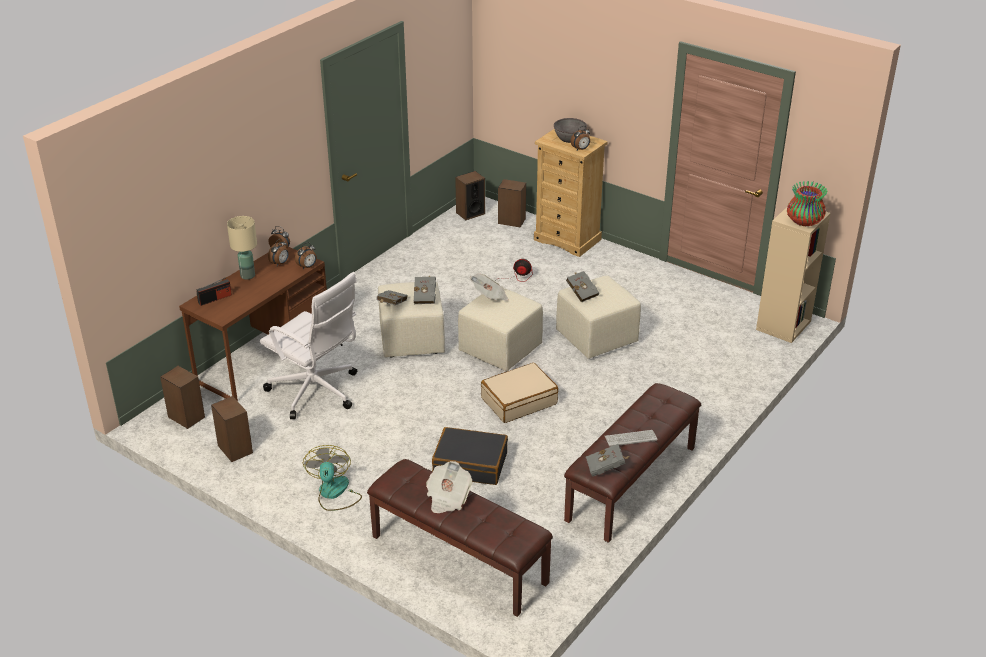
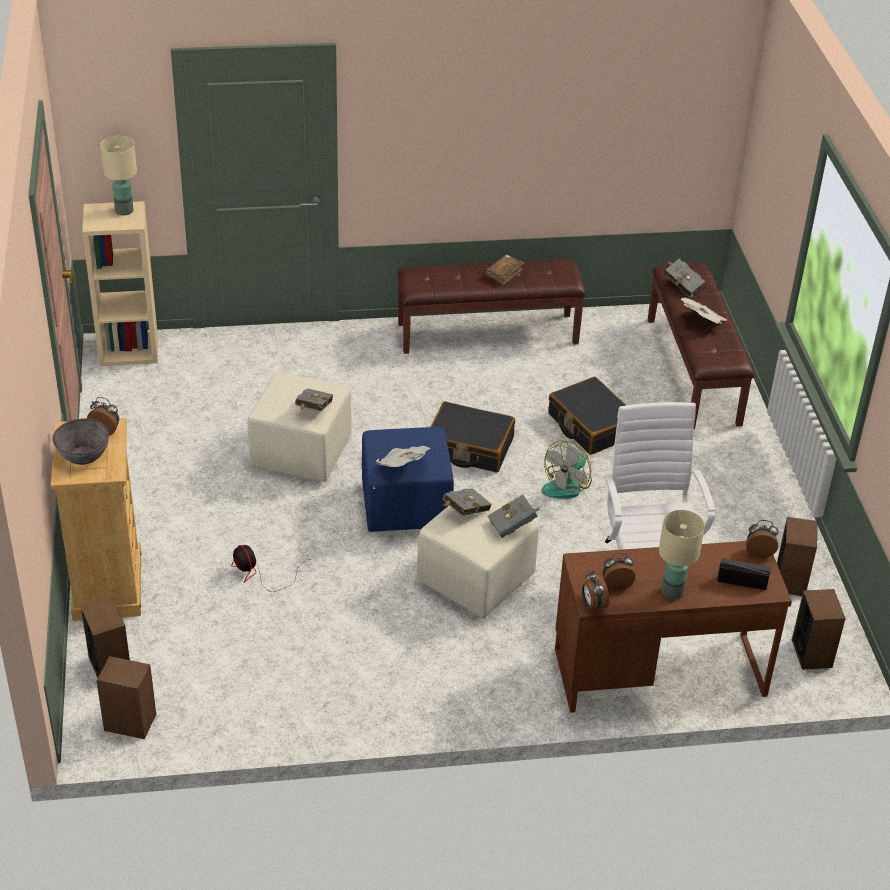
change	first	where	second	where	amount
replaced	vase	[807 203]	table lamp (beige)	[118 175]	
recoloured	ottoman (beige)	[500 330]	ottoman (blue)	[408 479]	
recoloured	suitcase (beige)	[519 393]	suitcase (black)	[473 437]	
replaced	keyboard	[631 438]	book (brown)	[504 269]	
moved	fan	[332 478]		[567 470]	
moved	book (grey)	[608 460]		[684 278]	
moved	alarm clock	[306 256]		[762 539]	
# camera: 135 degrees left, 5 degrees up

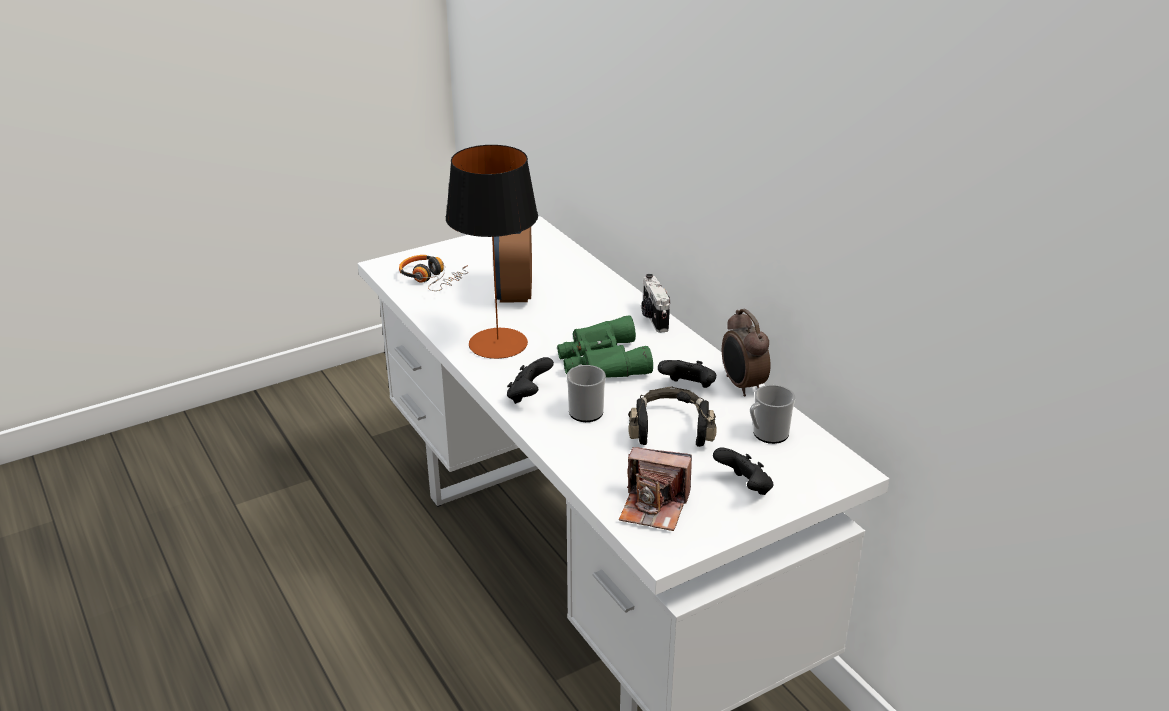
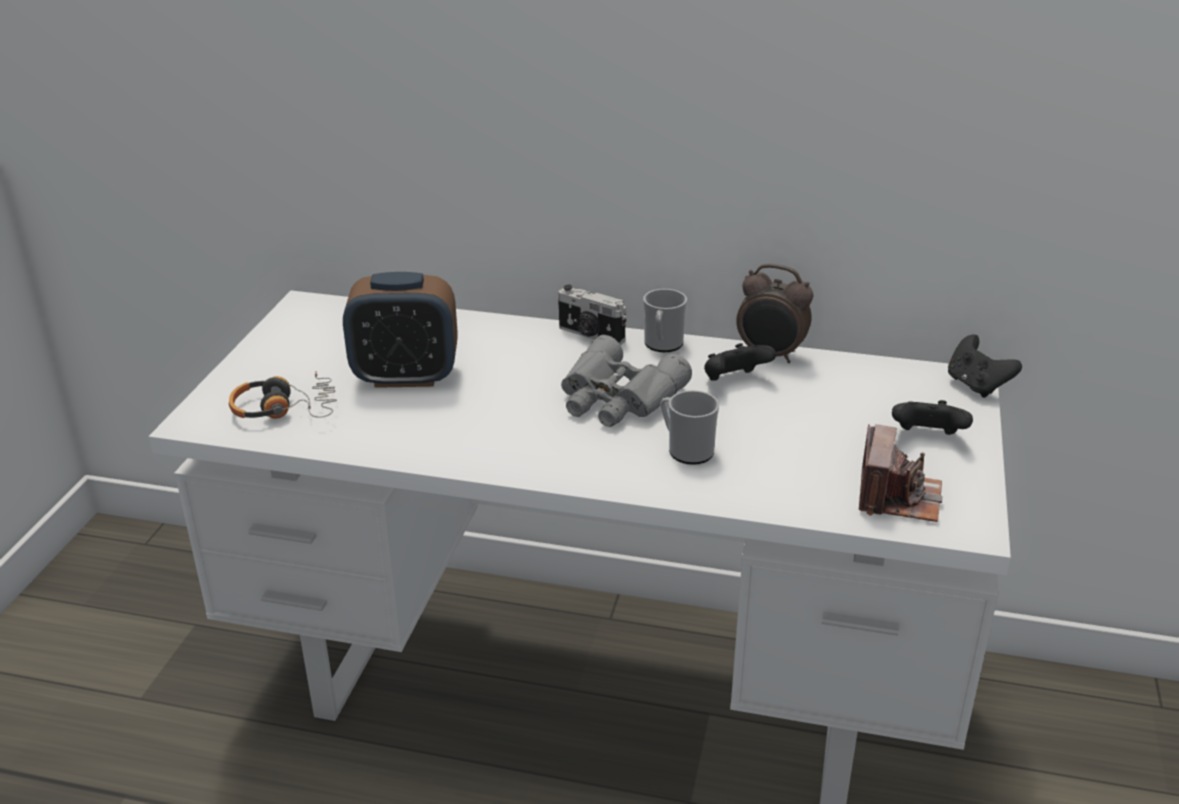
change	first	where	second	where	amount
turned	alarm clock	[512 265]		[400 330]	45 degrees counterclockwise
recoloured	binoculars (green)	[605 346]	binoculars (grey)	[626 381]	
moved	mug	[772 414]		[665 320]	
turned	photo camera	[655 489]		[900 473]	45 degrees counterclockwise
moved	game controller (black)	[530 380]		[985 366]	
removed	table lamp	[492 252]			
removed	headphones (black)	[672 417]			
# camera: 45 degrees left, 0 degrees up

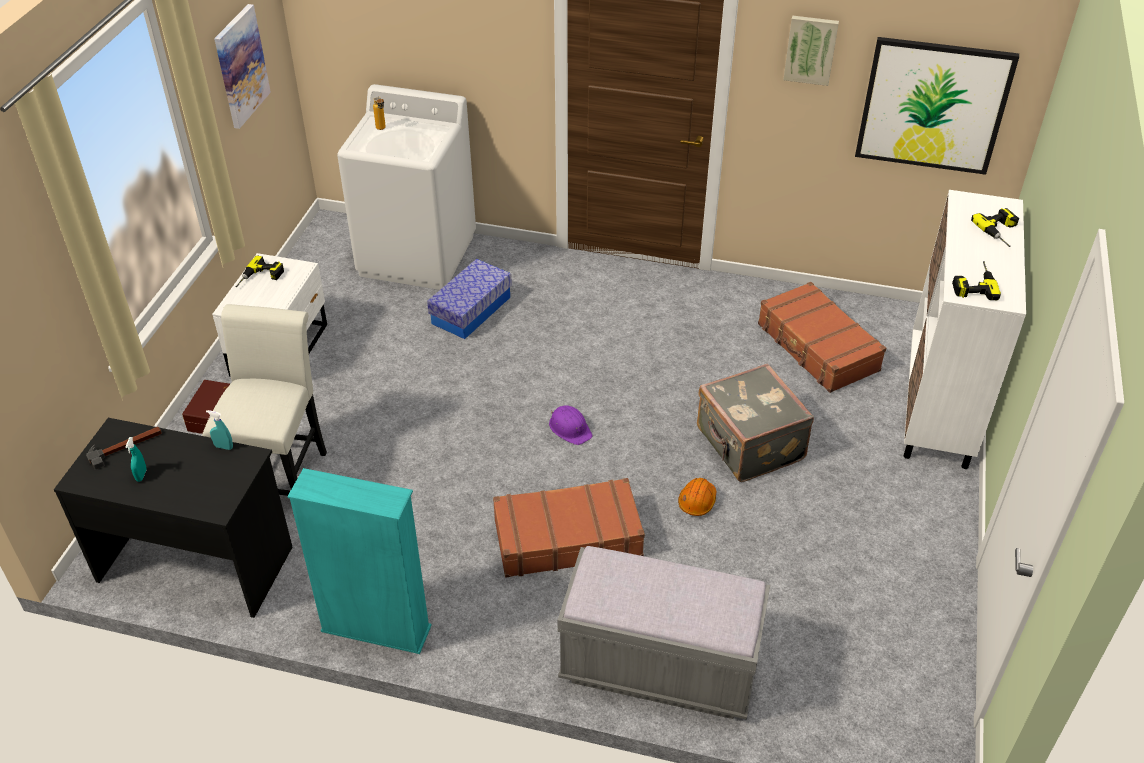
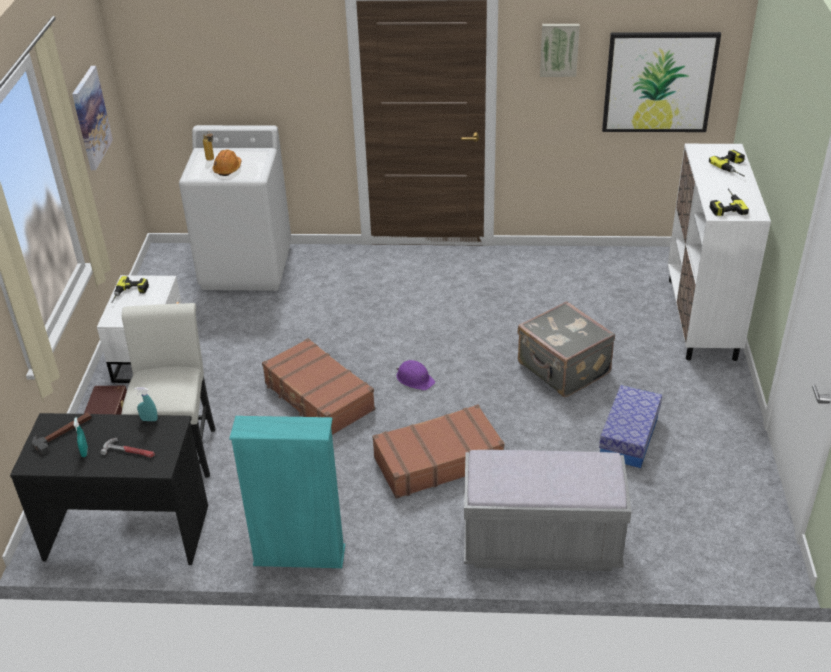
change	first	where	second	where	amount
added			hammer	[127 448]	
moved	hard hat (orange)	[697 497]		[226 162]	
moved	suitcase (brown)	[822 337]		[318 386]	
moved	storage box	[469 299]		[630 426]	
# camera: 10 degrees left, 5 degrees down

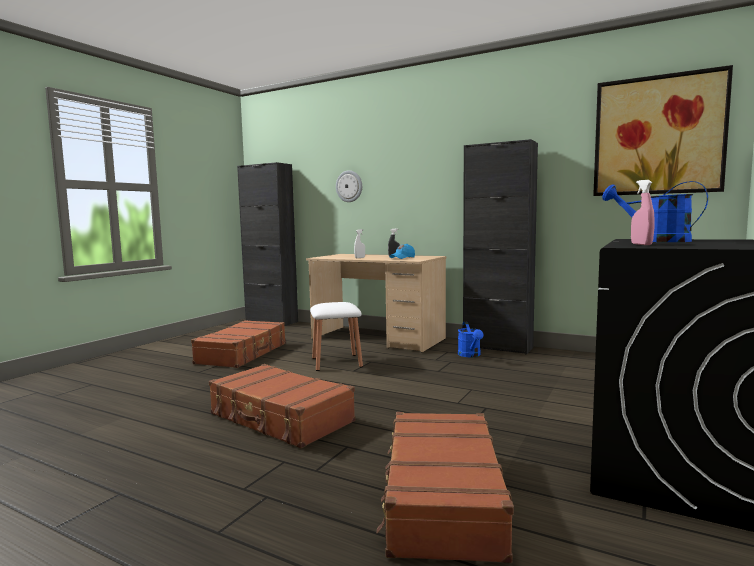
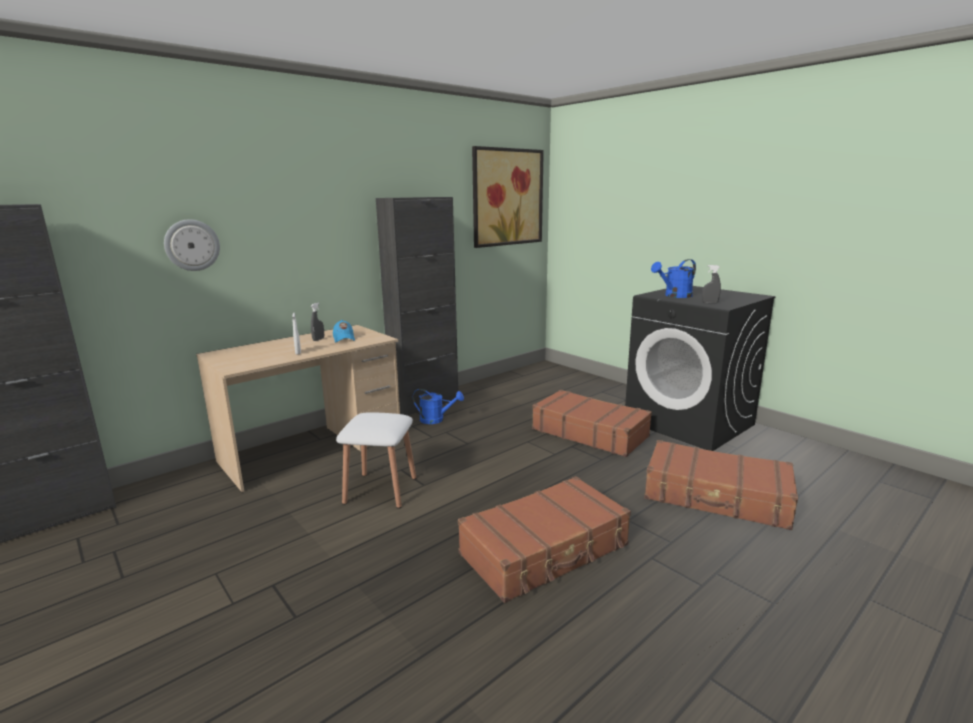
change	first	where	second	where	amount
moved	suitcase (brown)	[238 344]		[592 423]	
recoloured	spray bottle (pink)	[643 212]	spray bottle (grey)	[711 284]	
# camera: 70 degrees left, 10 degrees up

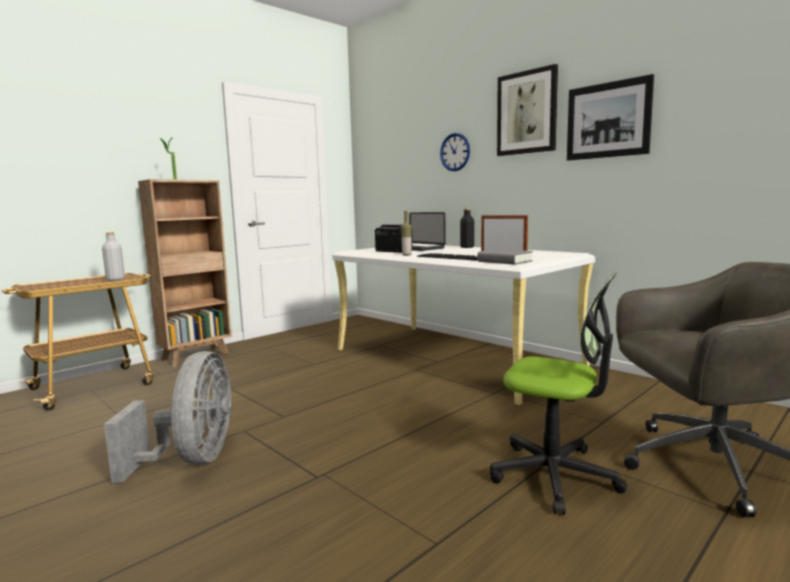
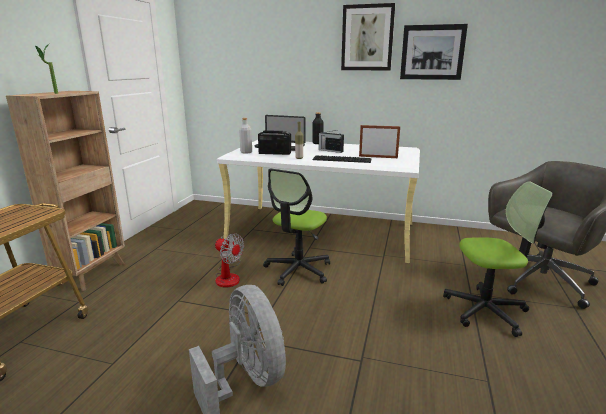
change	first	where	second	where	amount
added			fan	[229 260]	
moved	bottle (grey)	[113 256]		[245 136]	
added			office chair	[296 227]	
added			radio	[331 141]	
removed	wall clock	[455 152]			
removed	book (grey)	[505 257]			
# camera: 30 degrees left, 10 degrees up

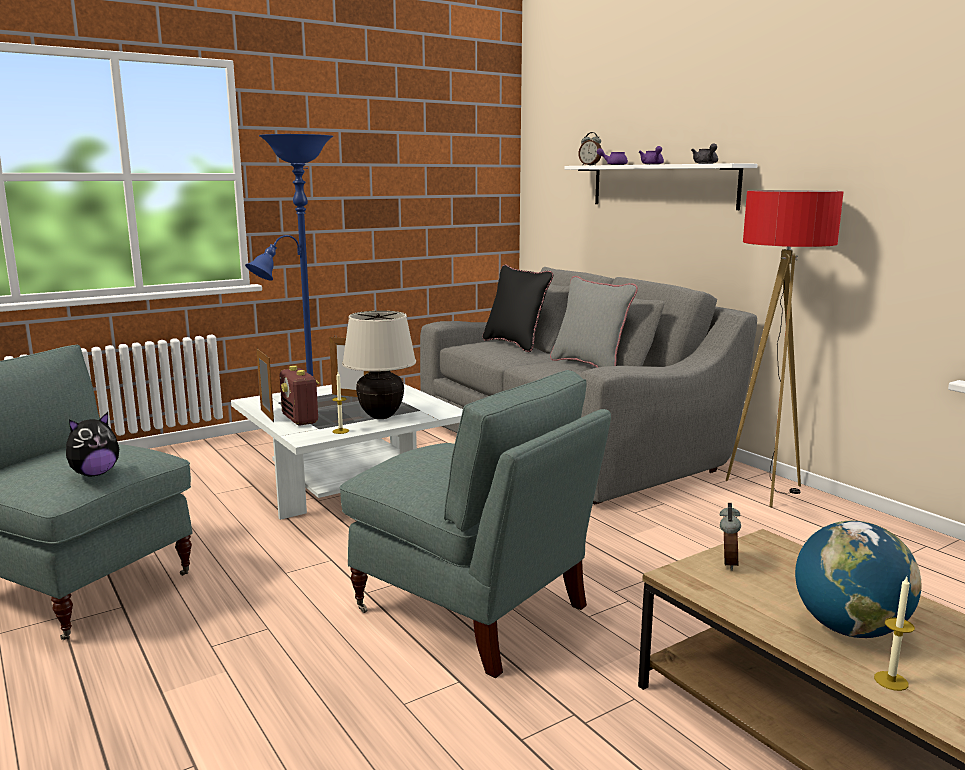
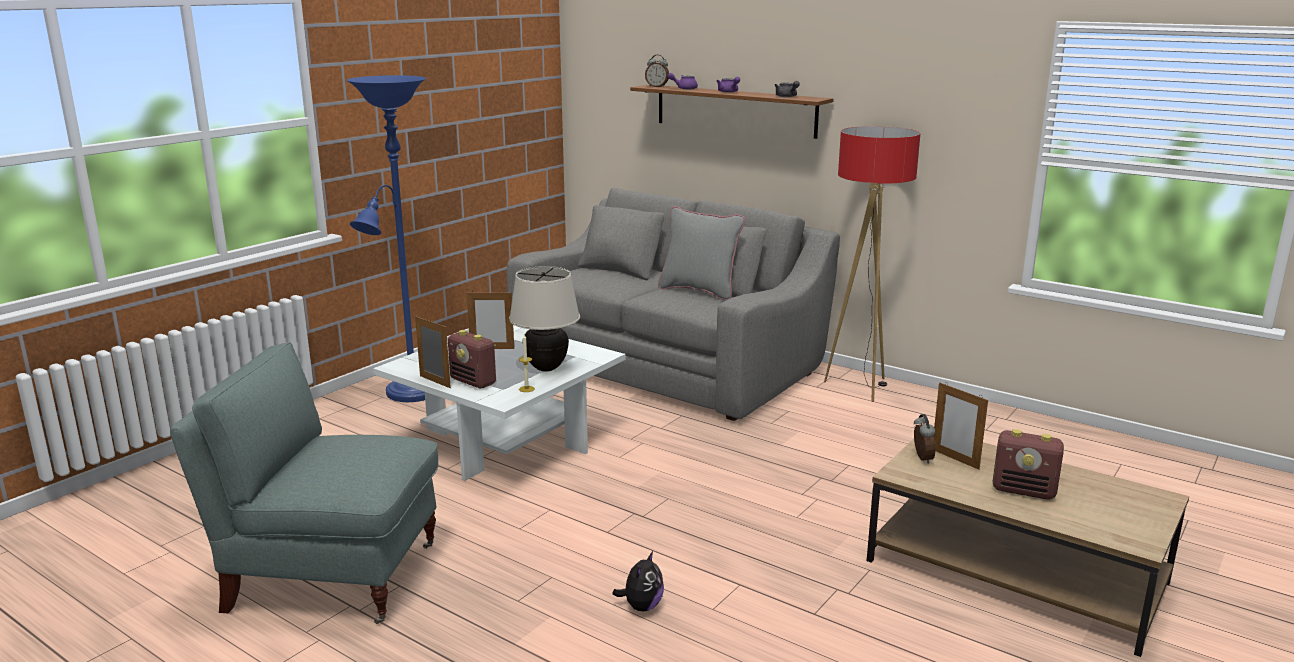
change	first	where	second	where	amount
moved	plush toy	[92 444]		[638 581]	
recoloured	shelf (white)	[661 186]	shelf (brown)	[732 112]	
added			picture frame	[961 426]	
replaced	globe	[858 579]	radio	[1028 464]	
removed	armchair (grey)	[475 524]			
removed	pillow (black)	[518 308]			
removed	candle	[894 634]			
# camera: 20 degrees left, 5 degrees up

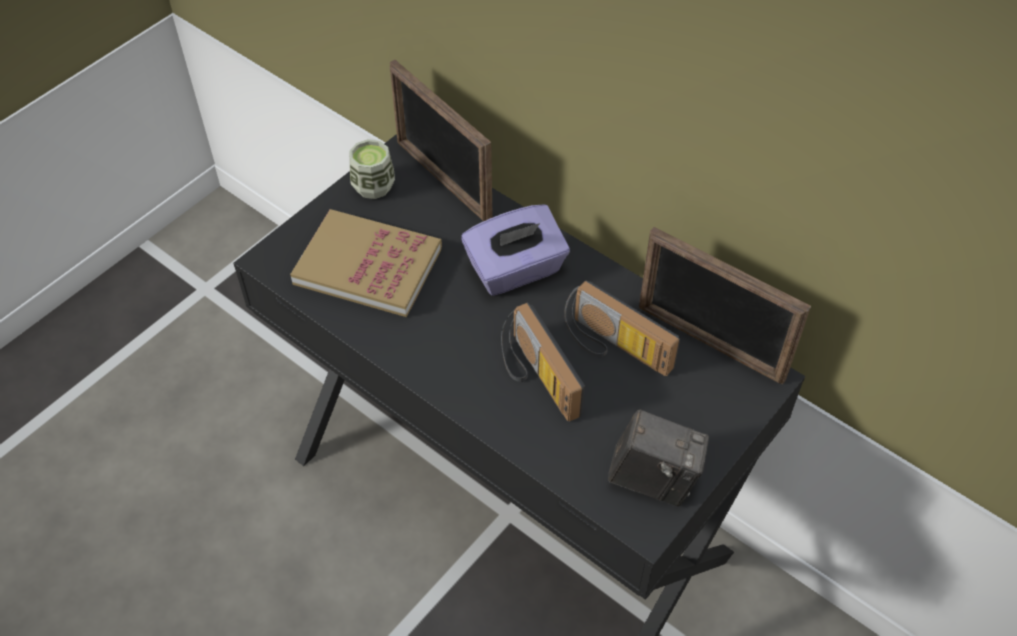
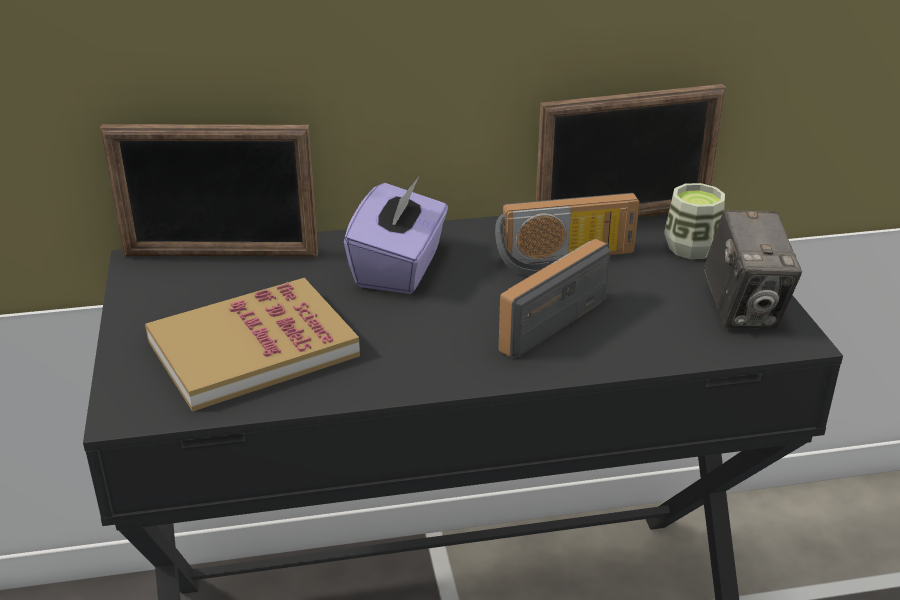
change	first	where	second	where	amount
turned	radio	[543 362]		[554 298]	120 degrees clockwise
moved	cup	[372 169]		[694 221]	
turned	photo camera	[658 457]		[752 269]	120 degrees clockwise
# camera: 50 degrees left, 20 degrees down

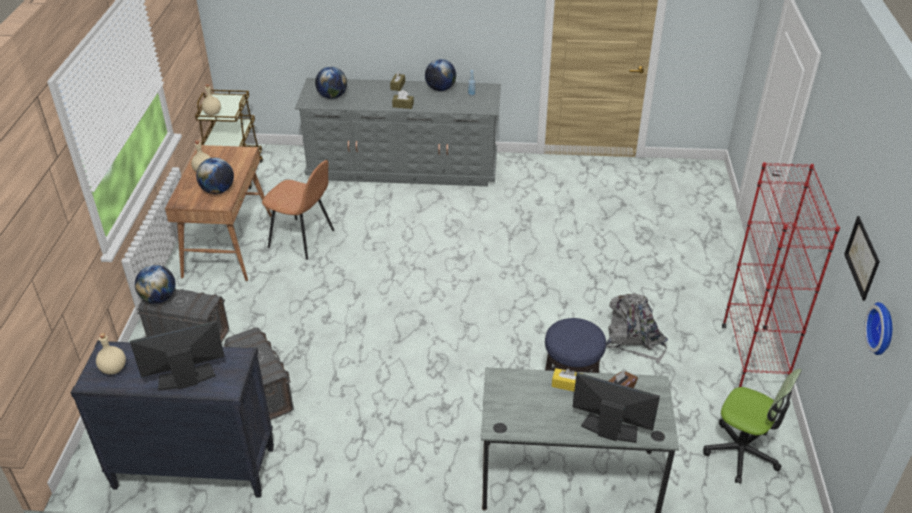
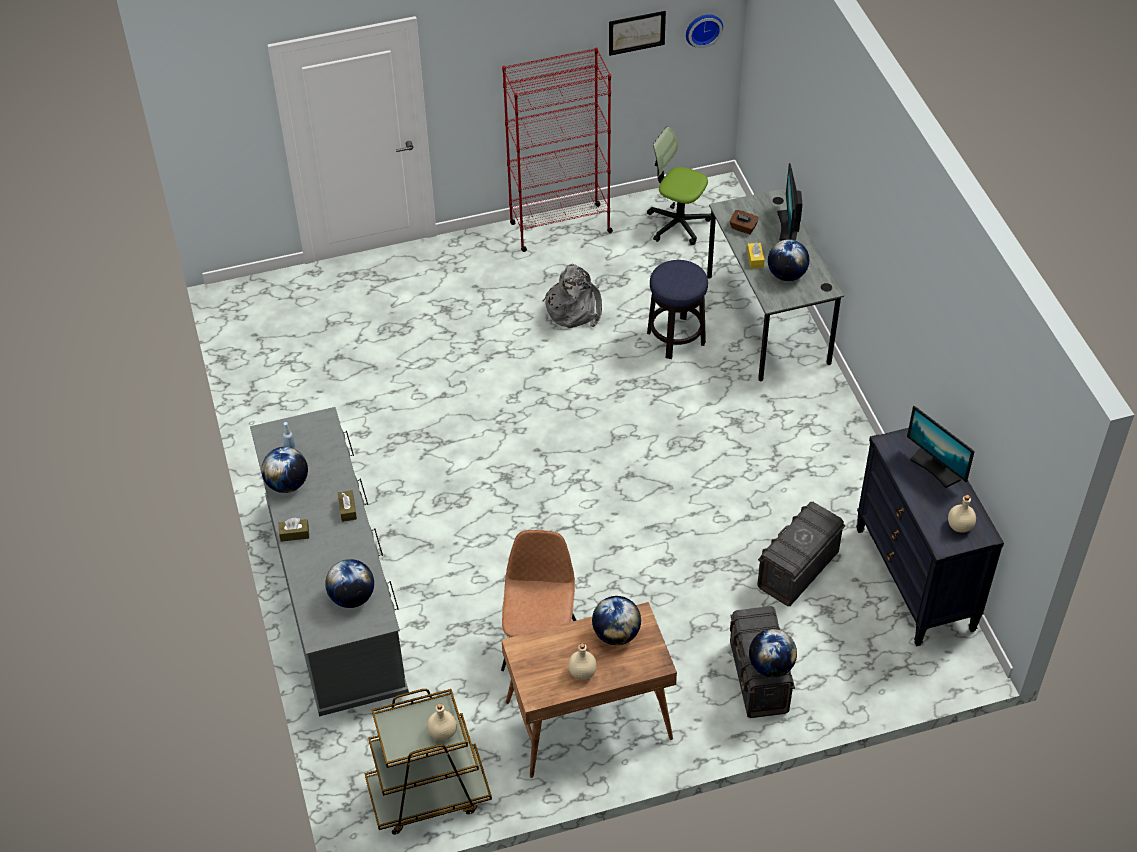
change	first	where	second	where	amount
turned	office chair	[752 426]		[679 186]	75 degrees counterclockwise
added			globe	[788 260]	
# camera: 110 degrees left, 10 degrees up

